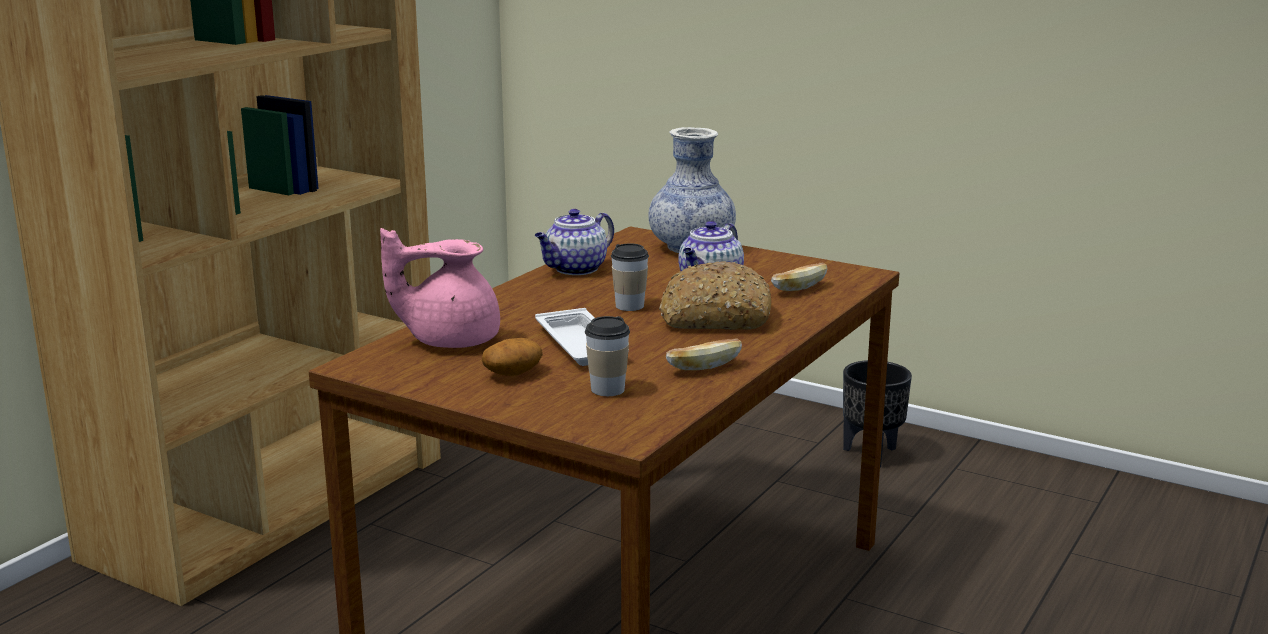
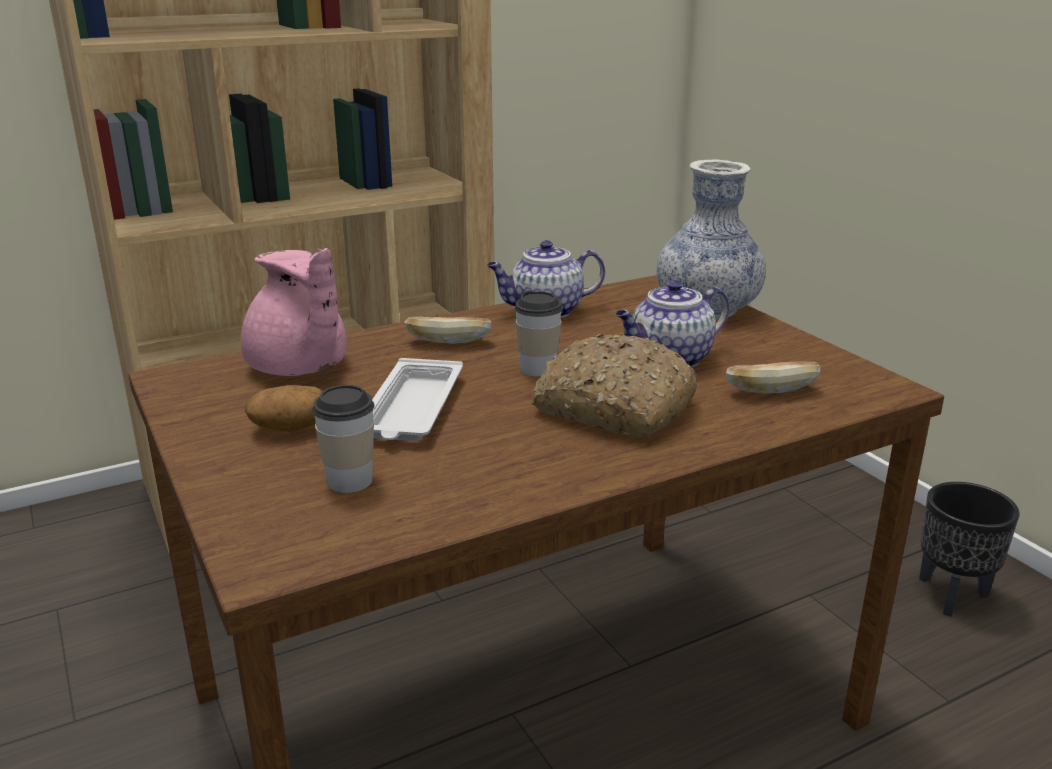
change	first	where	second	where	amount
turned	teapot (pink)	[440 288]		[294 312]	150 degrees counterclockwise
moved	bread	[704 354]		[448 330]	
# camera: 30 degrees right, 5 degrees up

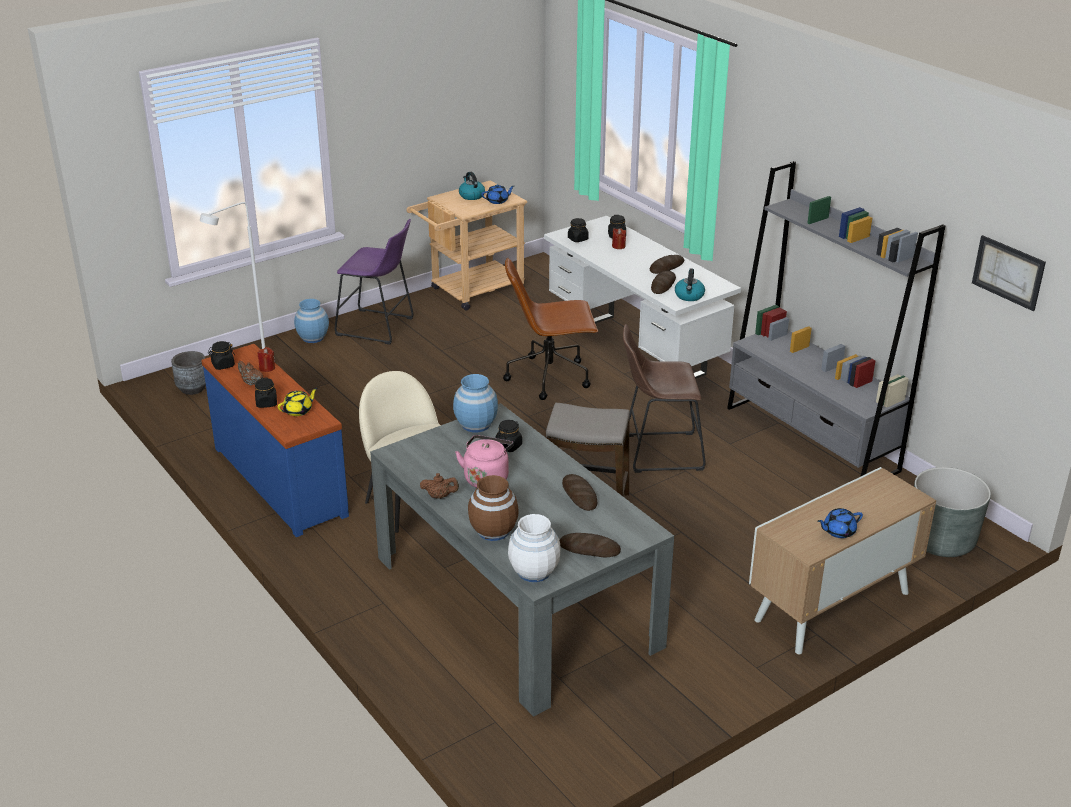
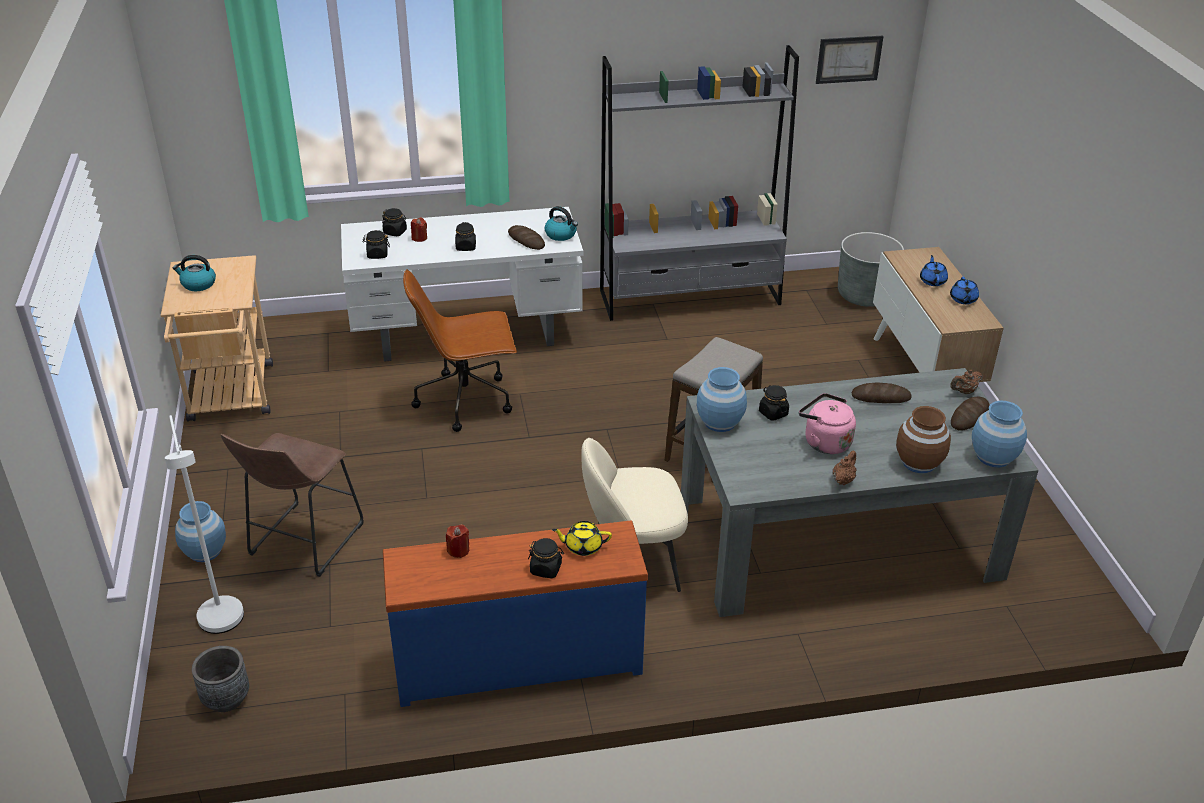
change	first	where	second	where	amount
moved	stool (brown)	[664 398]		[292 505]	
turned	office chair (brown)	[550 328]		[460 350]	60 degrees clockwise
moved	jar (black)	[221 355]		[465 236]	
turned	teapot (yellow)	[298 402]		[582 538]	75 degrees counterclockwise
moved	teapot (blue)	[498 194]		[934 270]	
moved	teapot (brown)	[251 373]		[966 382]	
recoloured	vase (white)	[534 548]	vase (blue)	[999 434]	
removed	stool (purple)	[374 282]			
removed	bread	[667 264]			
# camera: 65 degrees left, 5 degrees up

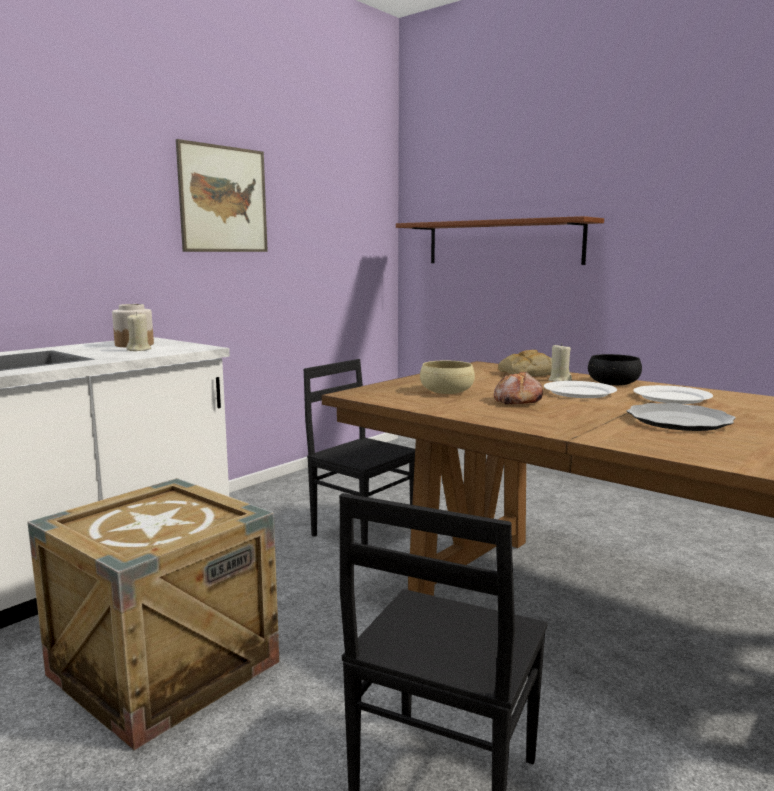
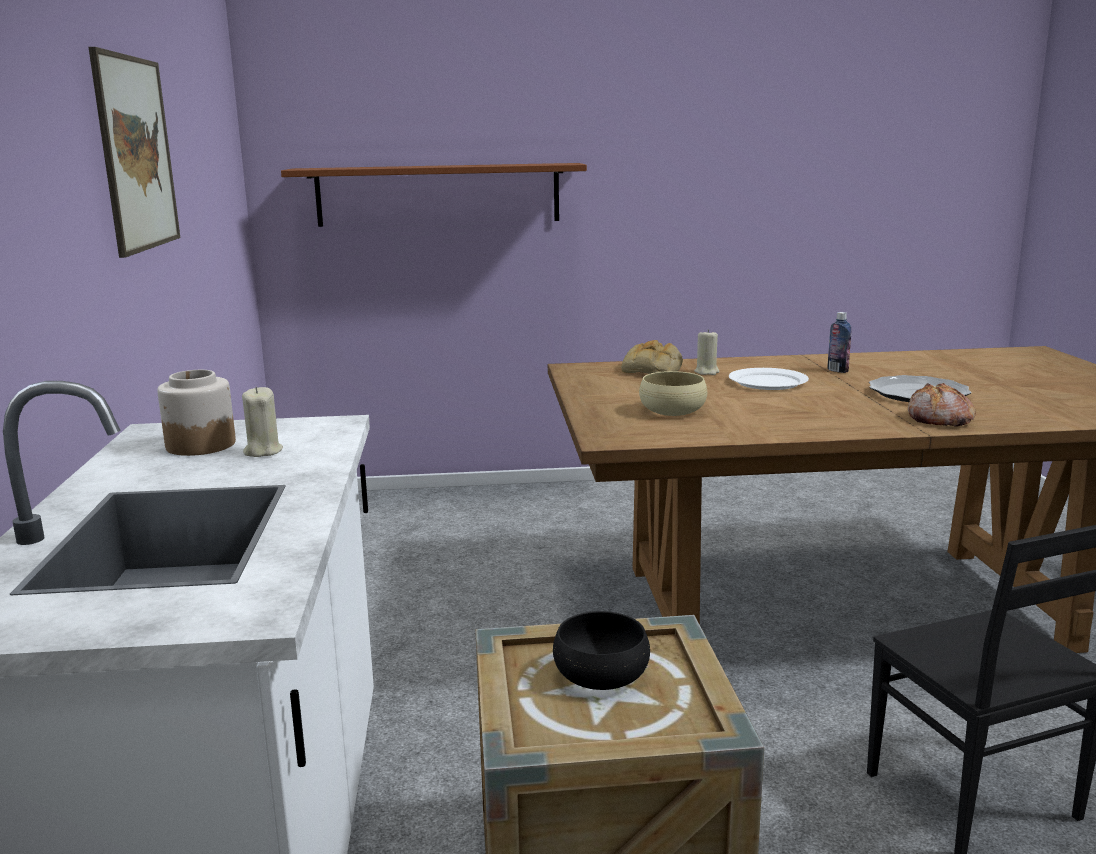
change	first	where	second	where	amount
moved	bowl (black)	[615 369]		[601 650]	
replaced	plate (white)	[673 394]	bottle	[839 342]	
moved	bread	[518 388]		[942 405]	
removed	chair (black)	[359 452]			
# camera: 45 degrees left, 5 degrees up

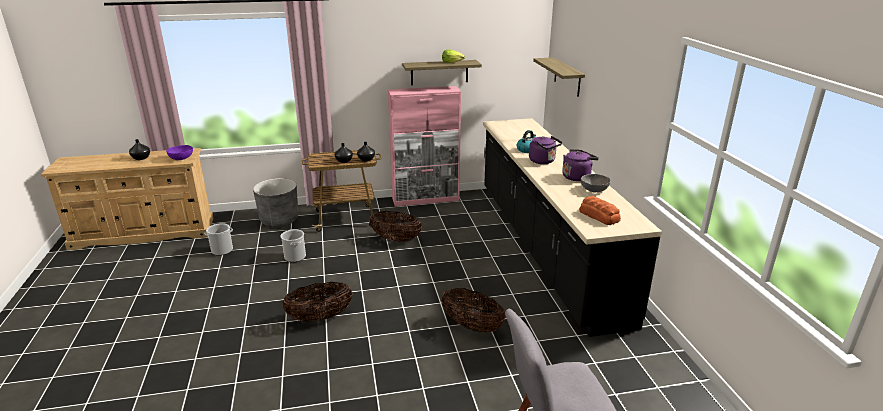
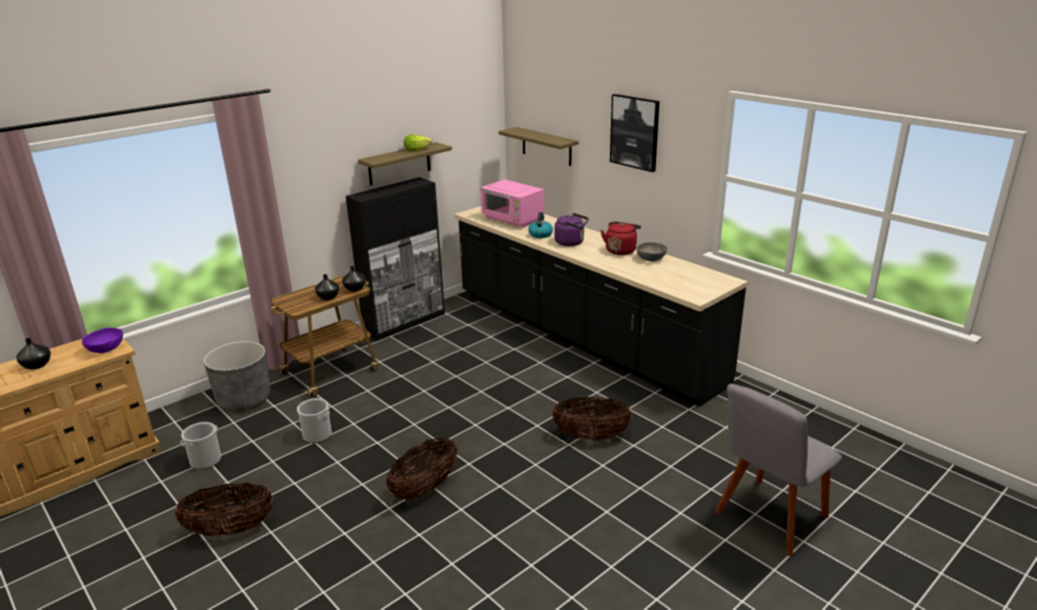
change	first	where	second	where	amount
moved	basket	[395 226]		[224 509]	
recoloured	cabinet (pink)	[424 146]	cabinet (black)	[395 259]	
added			microwave (pink)	[512 203]	
recoloured	kettle (purple)	[580 165]	kettle (red)	[621 238]	
added			picture	[635 133]	
removed	bread	[600 210]			
# camera: 30 degrees left, 0 degrees up

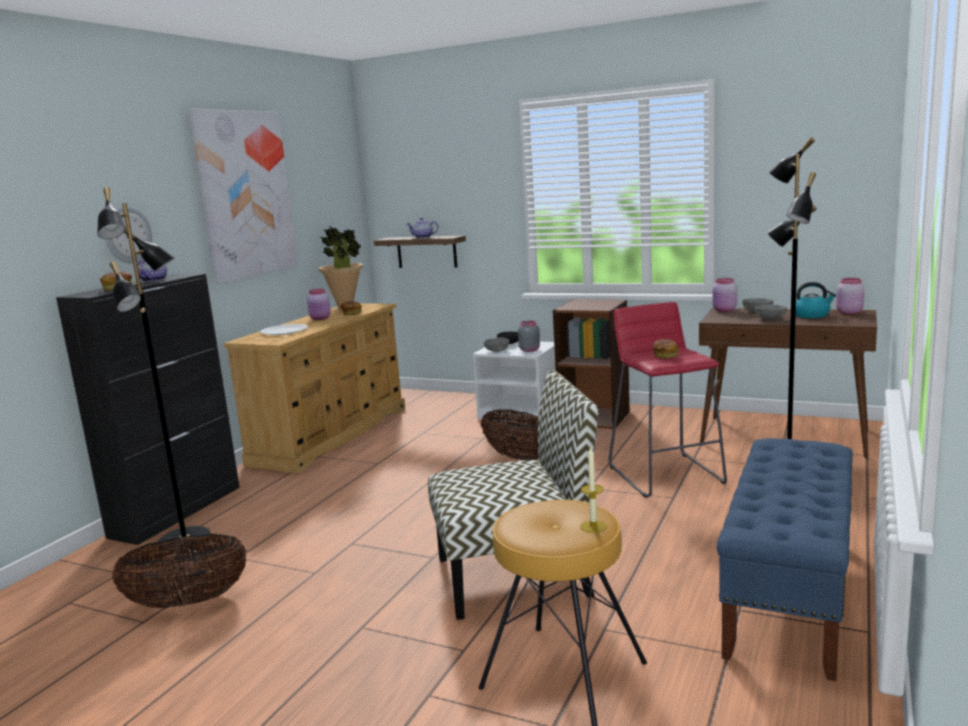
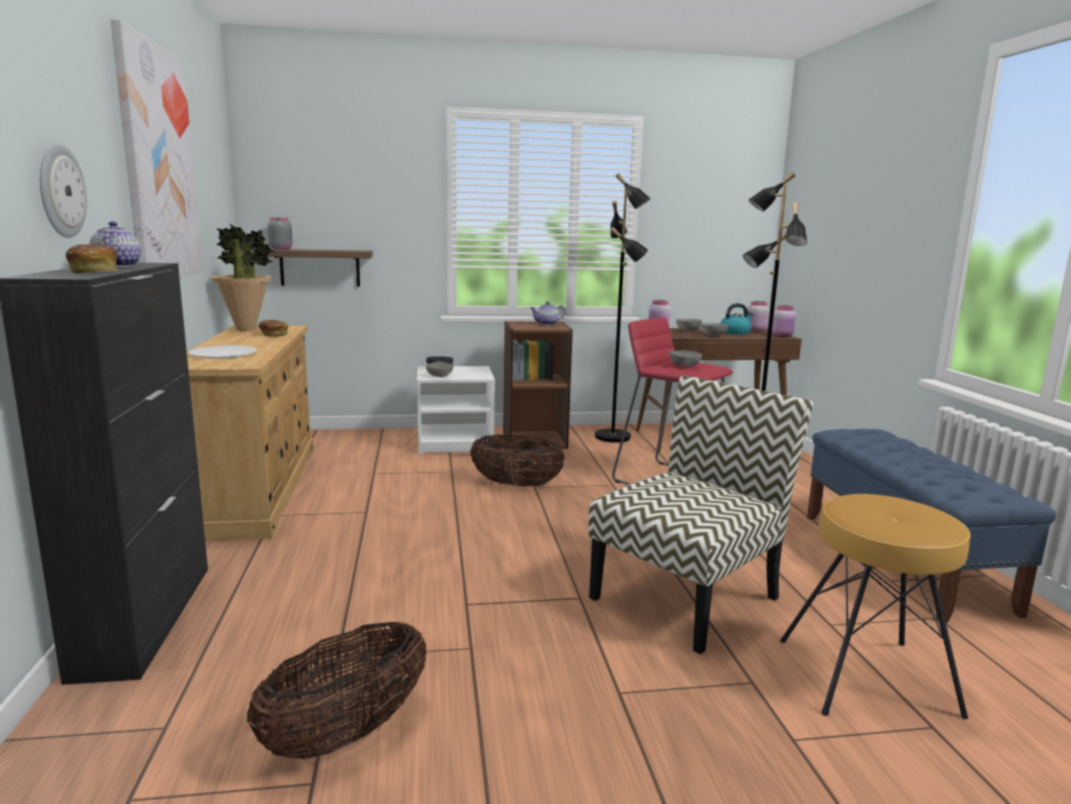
change	first	where	second	where	amount
moved	jar (grey)	[529 336]		[280 233]	
moved	teapot	[423 228]		[547 313]	
moved	floor lamp (black)	[154 370]		[623 308]	
replaced	bread	[665 349]	bowl (grey)	[685 358]	
moved	jar (pink)	[319 304]		[784 321]	
removed	candle	[593 489]			
# camera: 35 degrees left, 0 degrees up

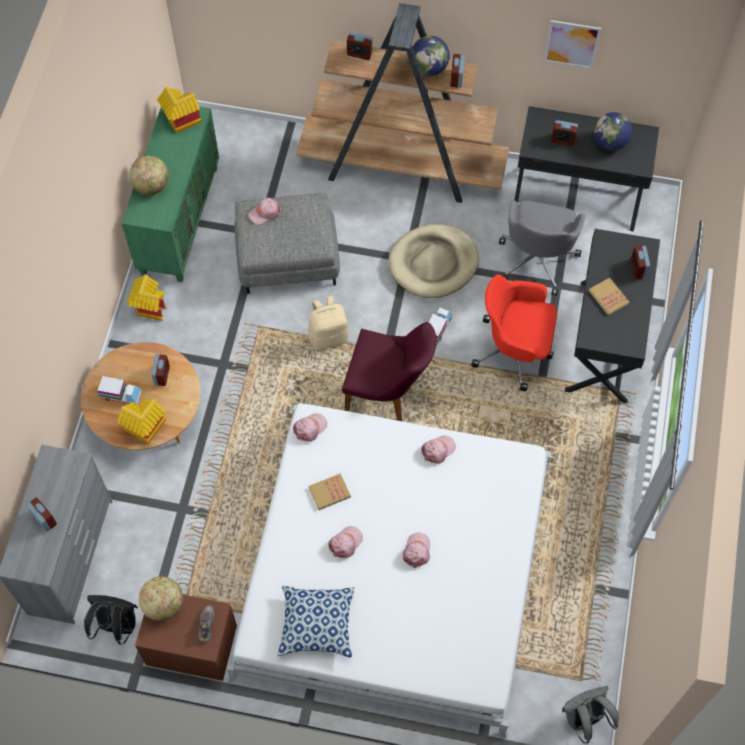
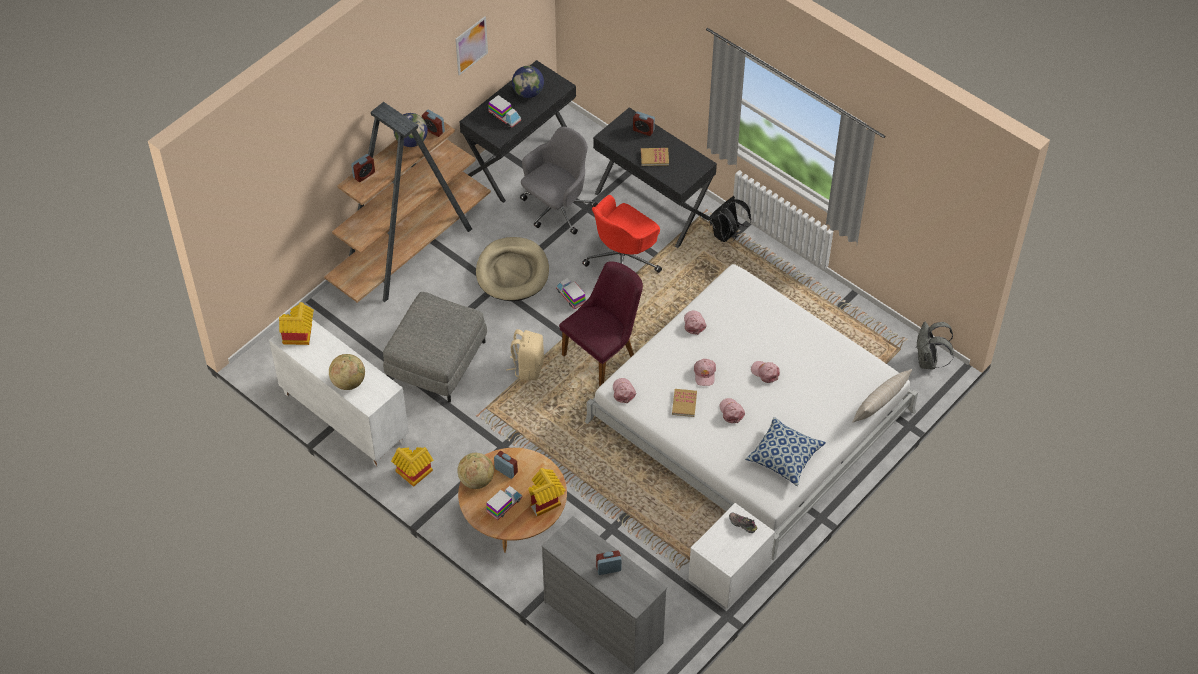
change	first	where	second	where	amount
recoloured	cabinet (green)	[170 194]	cabinet (white)	[339 393]	
moved	globe	[160 598]		[476 471]	
replaced	alarm clock	[564 133]	toy truck	[504 111]	
turned	office chair (grey)	[542 248]		[559 181]	90 degrees counterclockwise
recoloured	nightstand (brown)	[186 638]	nightstand (white)	[732 556]	
moved	cap (pink)	[264 211]		[705 372]	
moved	backpack (black)	[111 620]		[730 219]	
added			pillow (beige)	[882 396]	
# camera: 60 degrees left, 10 degrees down

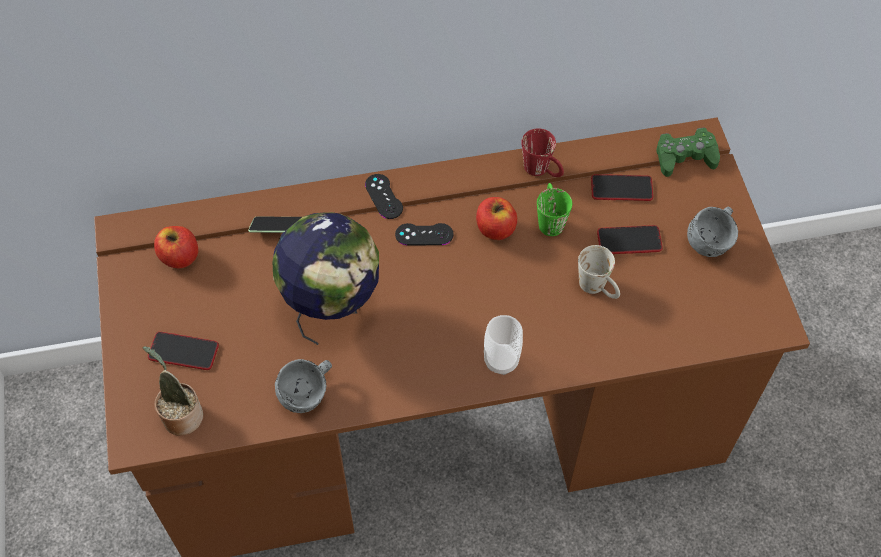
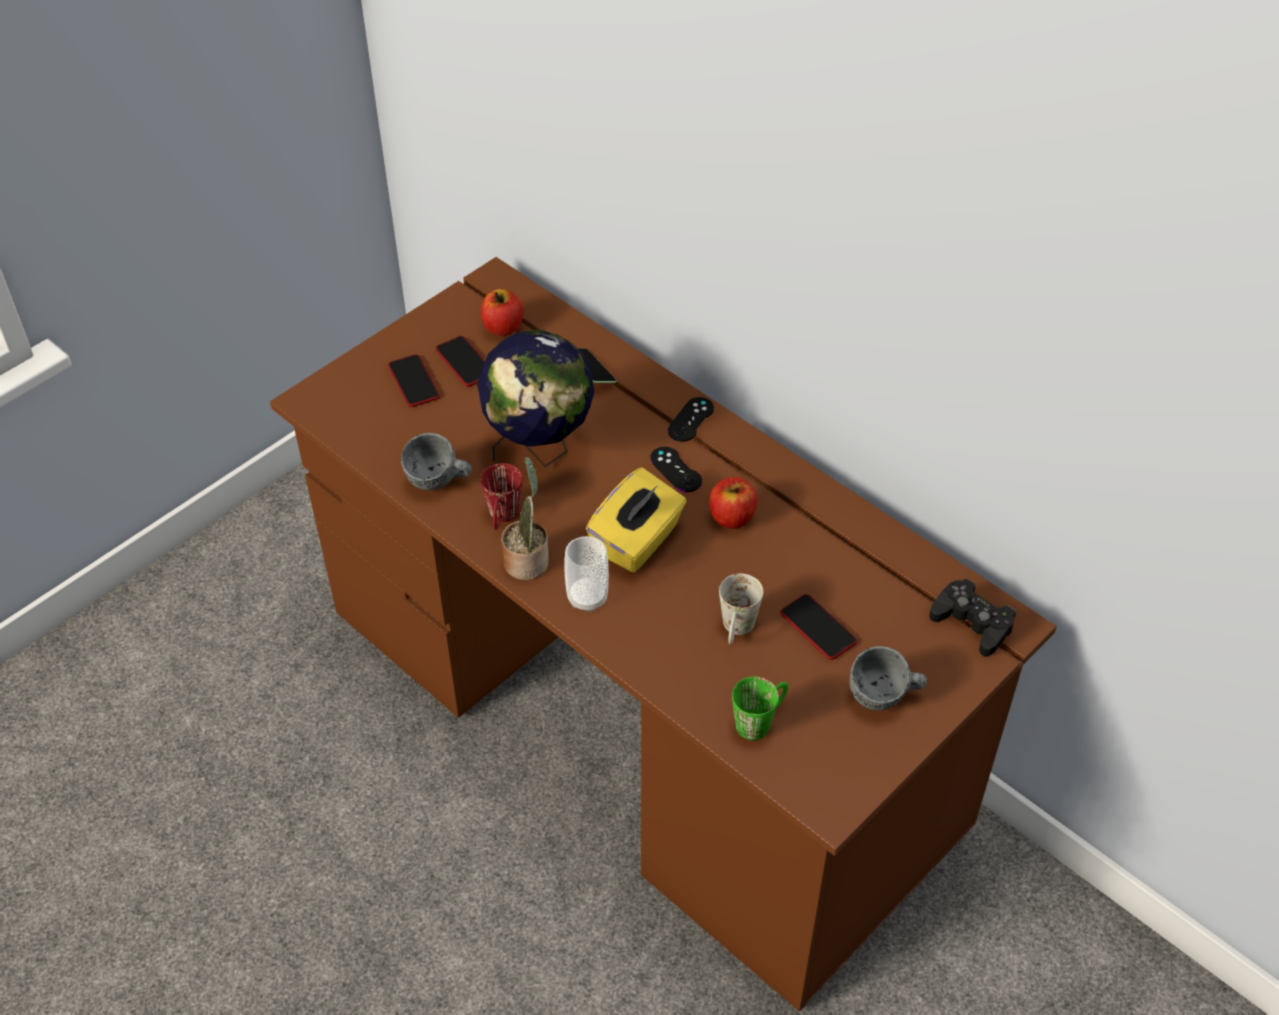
change	first	where	second	where	amount
moved	phone	[622 187]		[460 361]	
moved	mug (red)	[543 152]		[502 496]	
moved	potted plant	[173 391]		[525 518]	
added			tissue box (yellow)	[636 520]	
moved	mug (green)	[554 209]		[760 708]	
recoloured	game controller (green)	[688 152]	game controller (black)	[972 617]	
# camera: 55 degrees right, 10 degrees down

